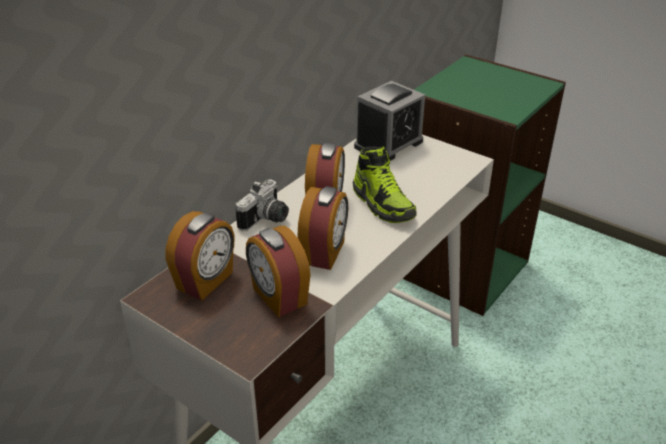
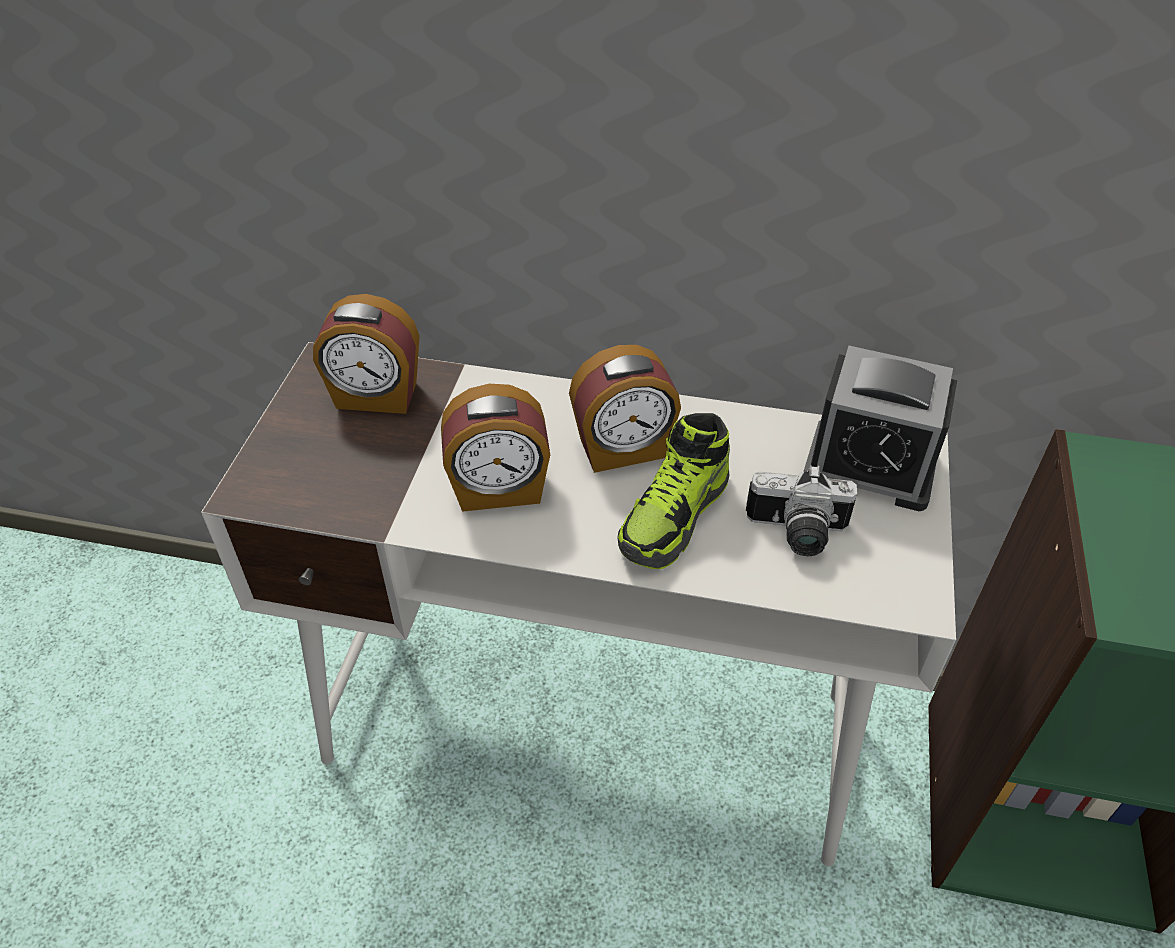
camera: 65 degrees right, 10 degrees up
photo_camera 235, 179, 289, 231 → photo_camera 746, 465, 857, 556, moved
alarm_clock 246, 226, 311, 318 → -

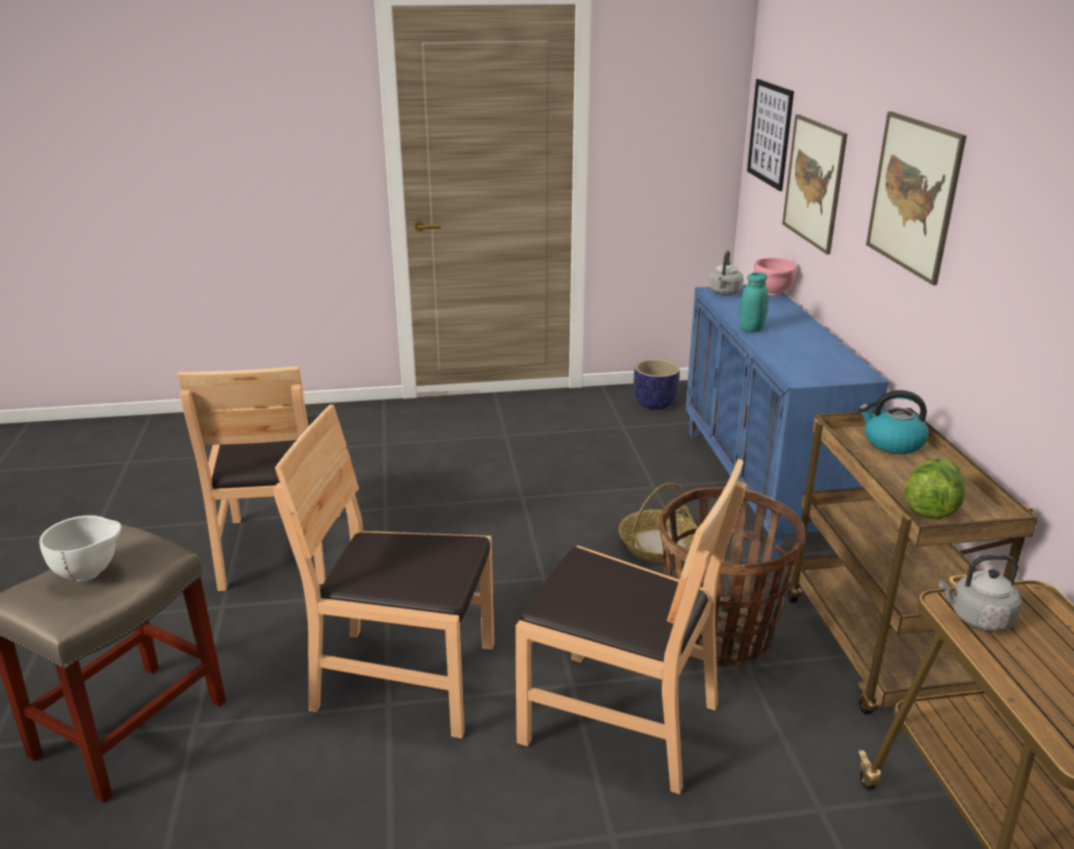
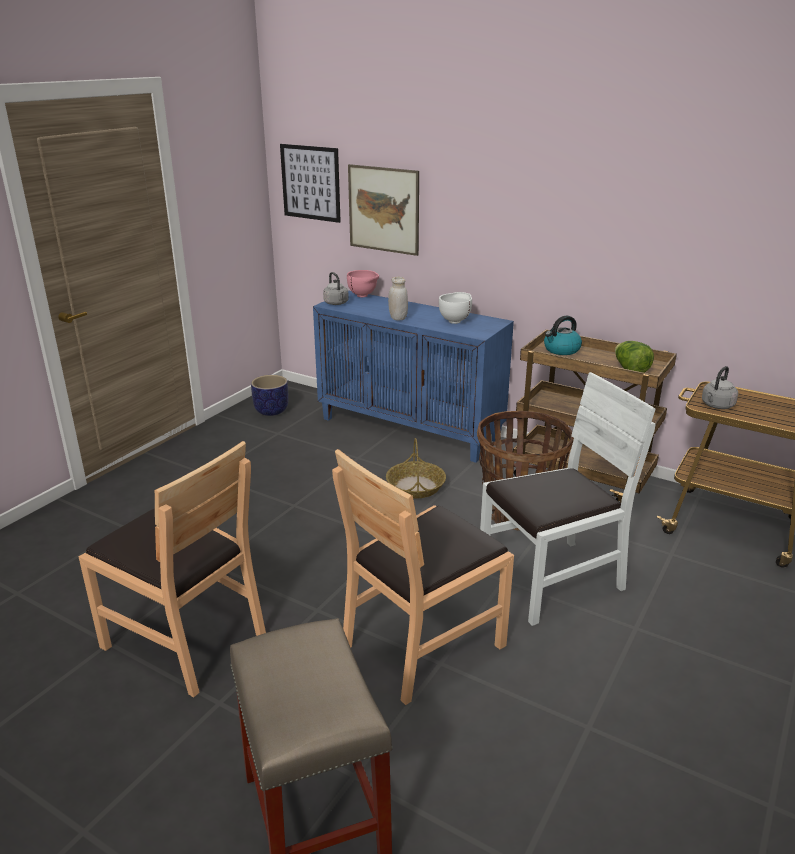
camera: 50 degrees left, 0 degrees up
picture 866, 112, 966, 285 → -
turquoise_jar 739, 272, 769, 332 → white_jar 388, 277, 408, 320
brown_chair 515, 459, 746, 795 → white_chair 480, 372, 656, 626
white_bowl 39, 515, 121, 581 → white_bowl 439, 292, 472, 324, moved

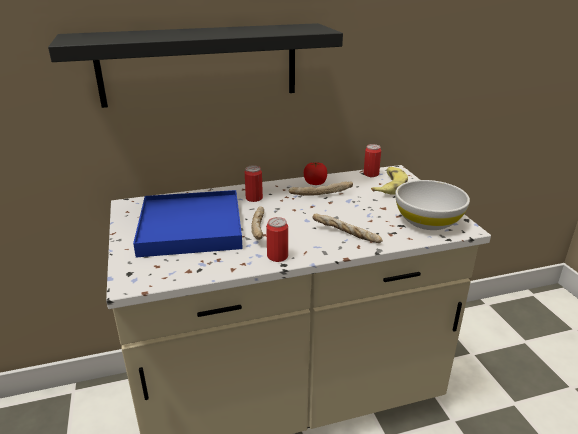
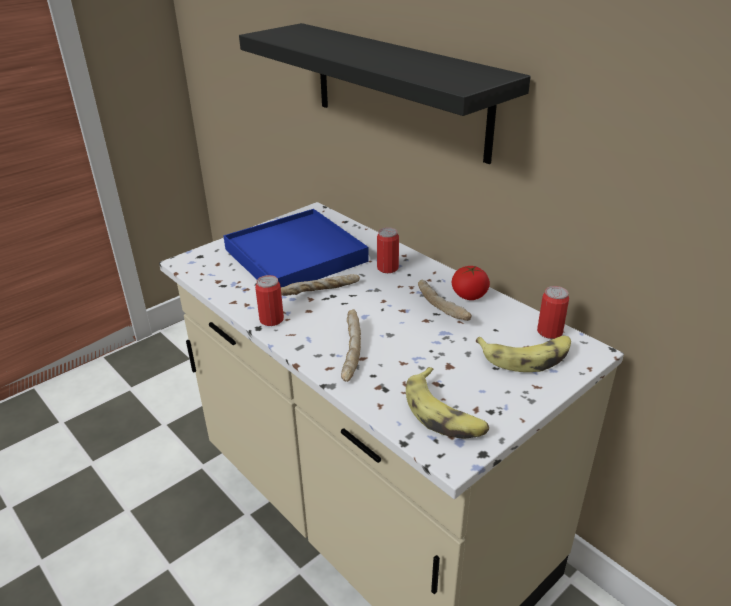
camera: 65 degrees right, 5 degrees up
white_bowl 395, 180, 470, 230 → banana 406, 367, 489, 439

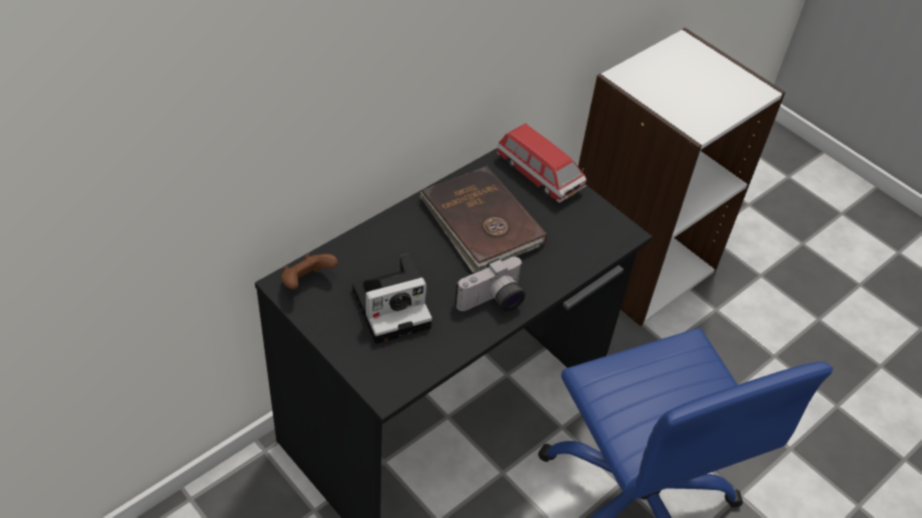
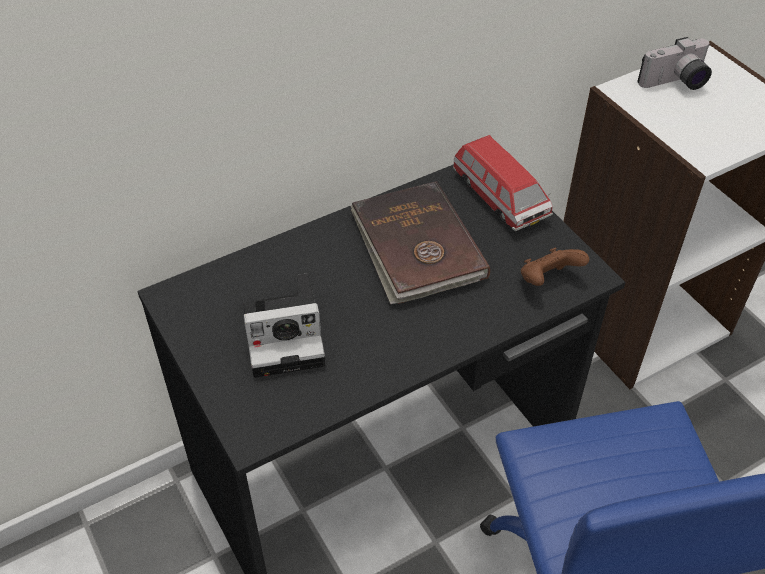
camera: 15 degrees right, 0 degrees up
brown_game_controller 281, 254, 338, 289 → brown_game_controller 521, 248, 589, 286, moved
photo_camera 455, 257, 526, 311 → photo_camera 637, 37, 712, 90, moved

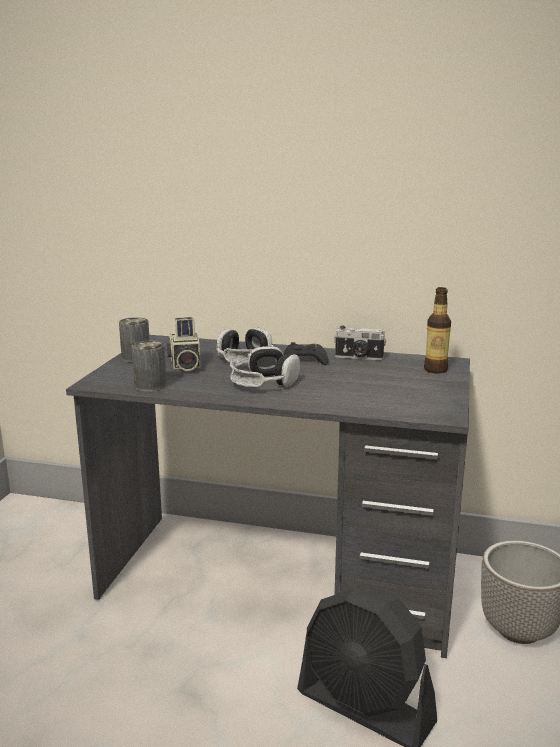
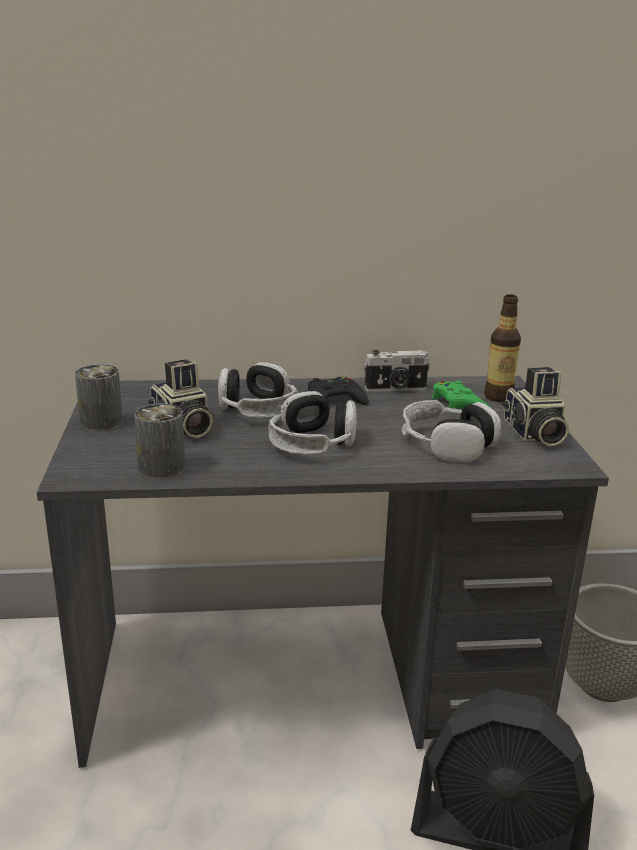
camera: 20 degrees left, 5 degrees up
- → photo_camera 502, 367, 569, 446
- → green_game_controller 432, 380, 491, 409
- → headphones 402, 400, 501, 462

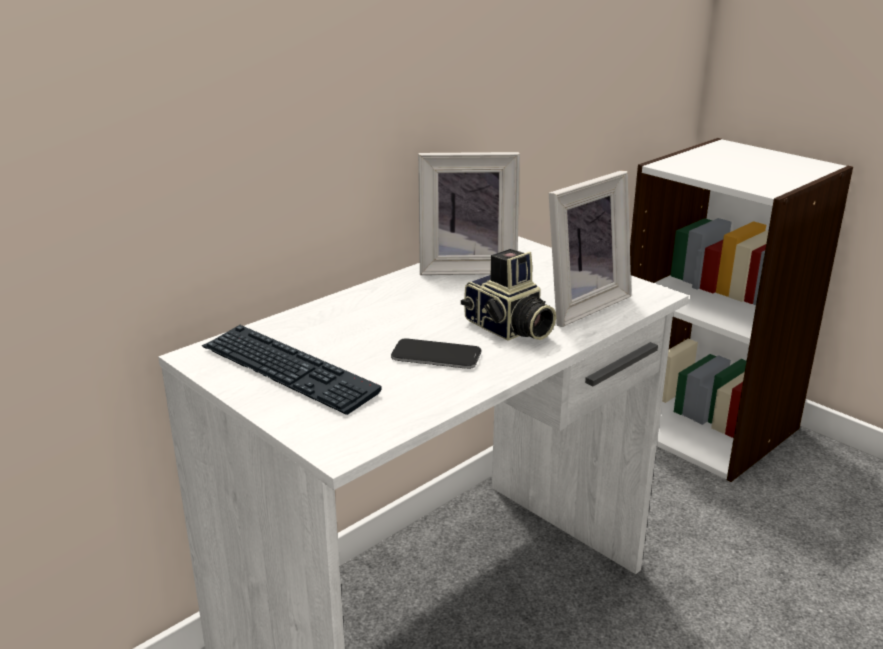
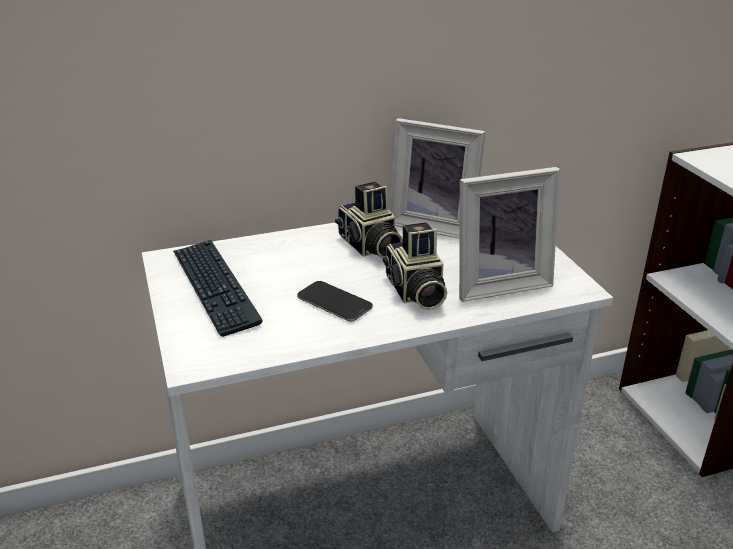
camera: 25 degrees right, 5 degrees up
- → photo_camera 335, 182, 403, 258

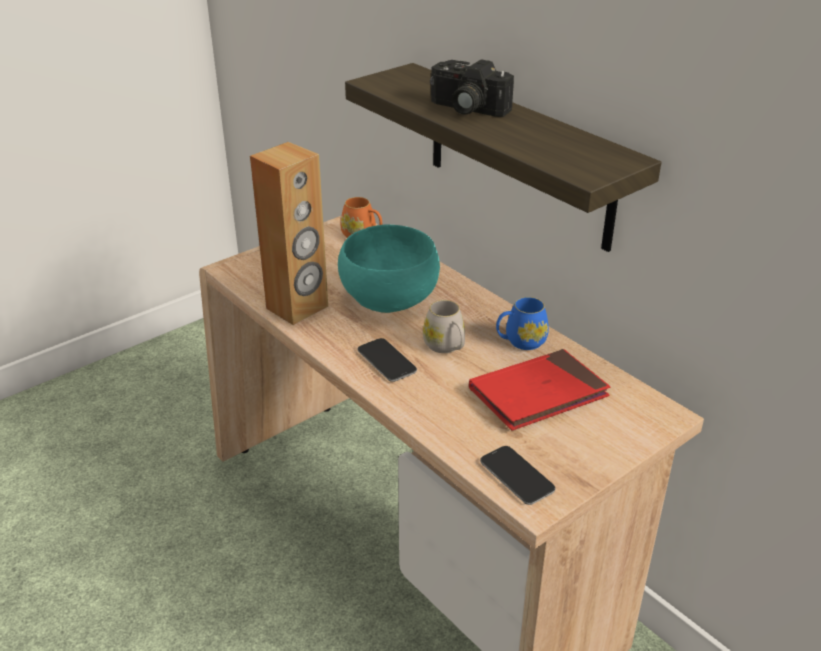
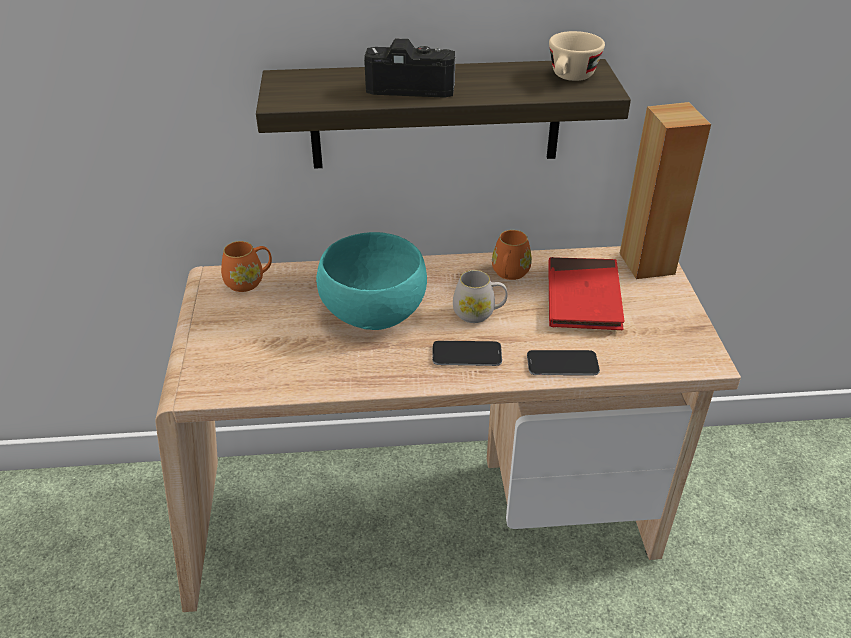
camera: 55 degrees left, 5 degrees up
photo_camera 430, 59, 514, 117 → photo_camera 364, 38, 455, 98, 150 degrees counterclockwise
brown_speaker 250, 142, 328, 325 → brown_speaker 620, 102, 711, 279, moved
blue_mug 496, 297, 549, 350 → orange_mug 492, 230, 532, 280
phone 480, 446, 556, 505 → phone 527, 350, 600, 375, moved
- → beige_cup 549, 31, 605, 81

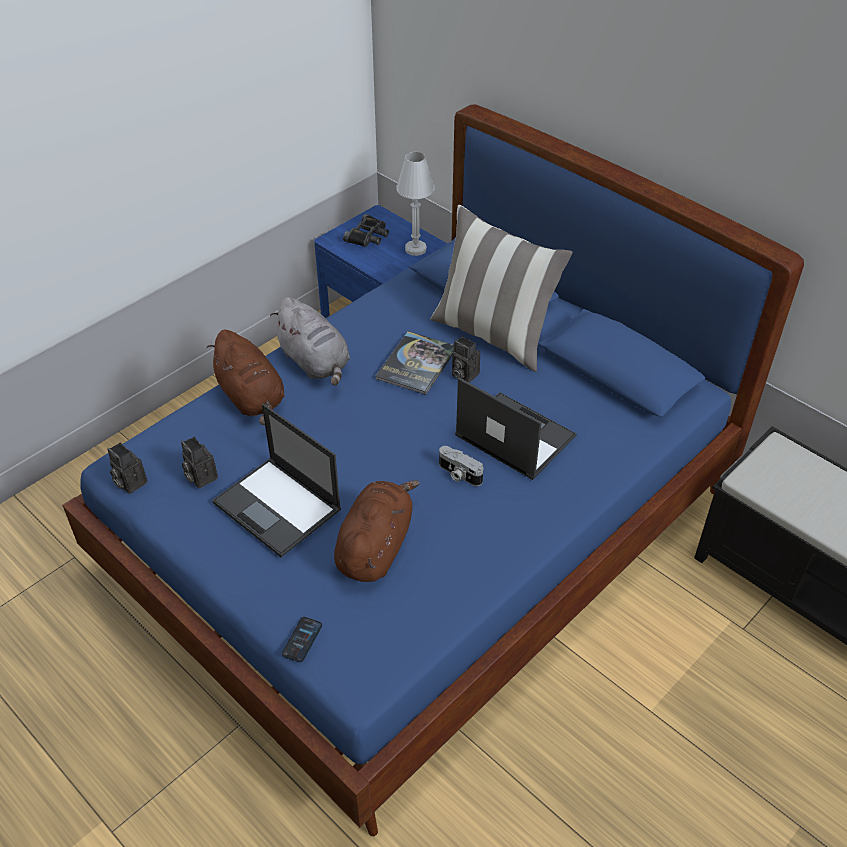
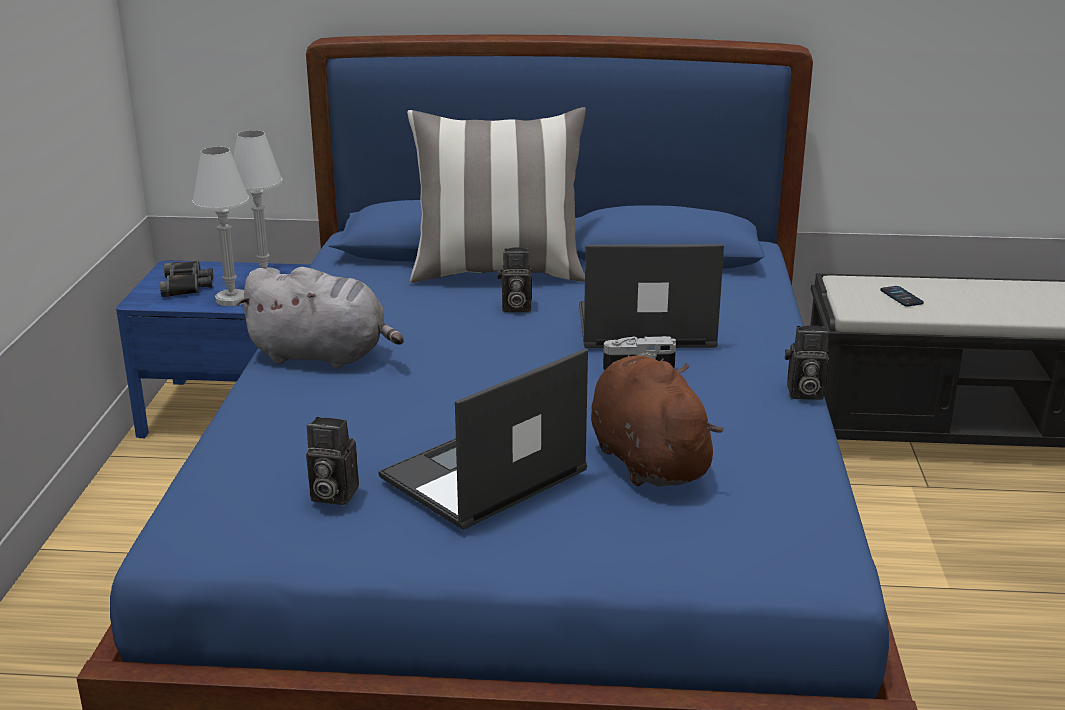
camera: 40 degrees left, 20 degrees down
brown_plush_toy 206, 330, 284, 425 → -
book 376, 331, 454, 395 → -
laptop 212, 404, 341, 557 → laptop 378, 348, 588, 530, 135 degrees clockwise
photo_camera 108, 443, 147, 494 → photo_camera 785, 325, 829, 400, moved
phone 282, 617, 322, 662 → phone 880, 286, 924, 307, moved
- → white_table_lamp 192, 147, 249, 306

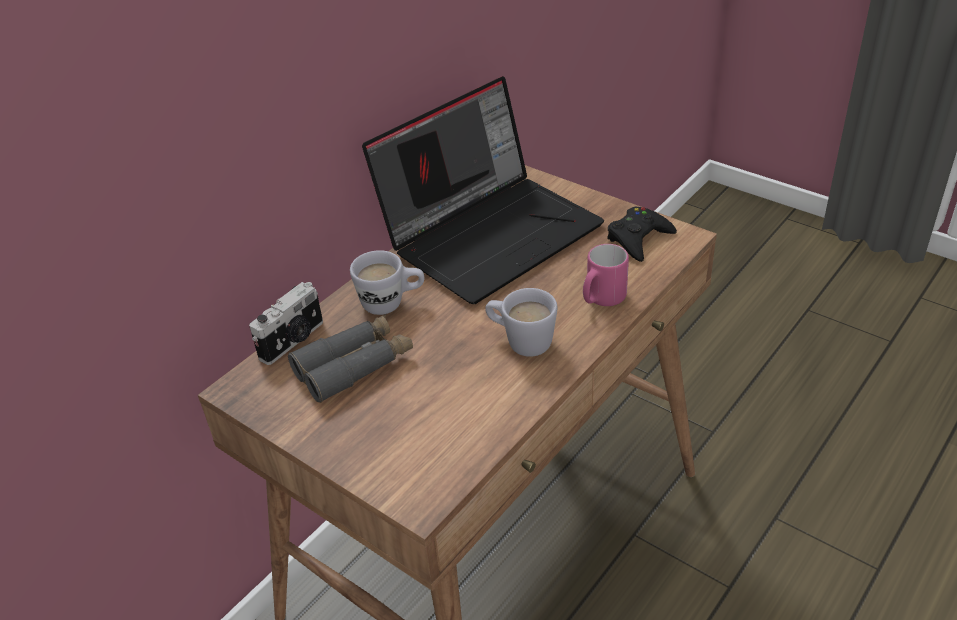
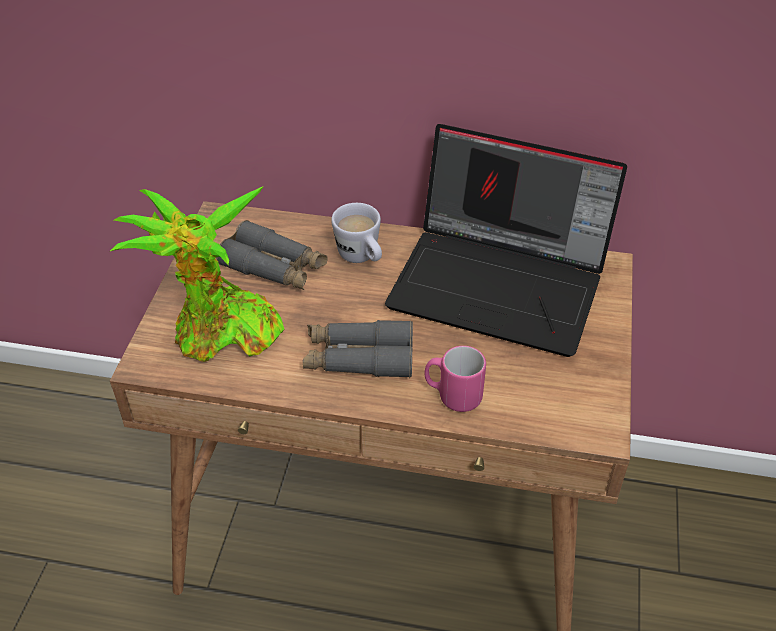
camera: 60 degrees right, 5 degrees up
black_game_controller 607, 207, 677, 262 → -
photo_camera 249, 282, 323, 365 → -
white_mug 485, 288, 557, 357 → grey_binoculars 303, 320, 413, 378
- → potted_plant 110, 186, 284, 362

